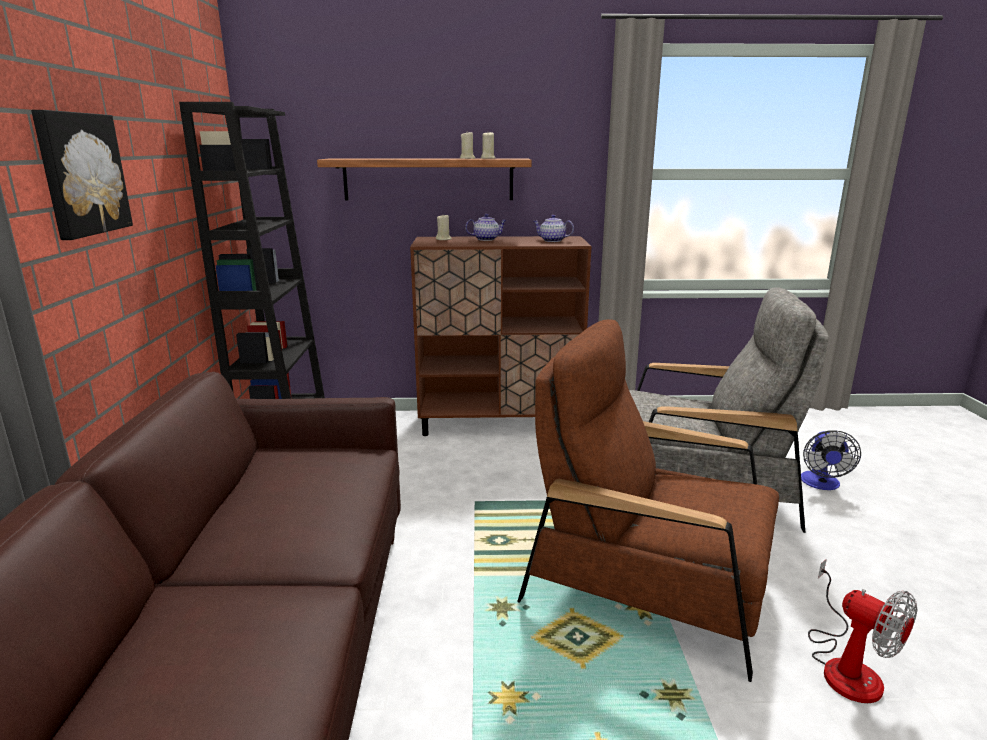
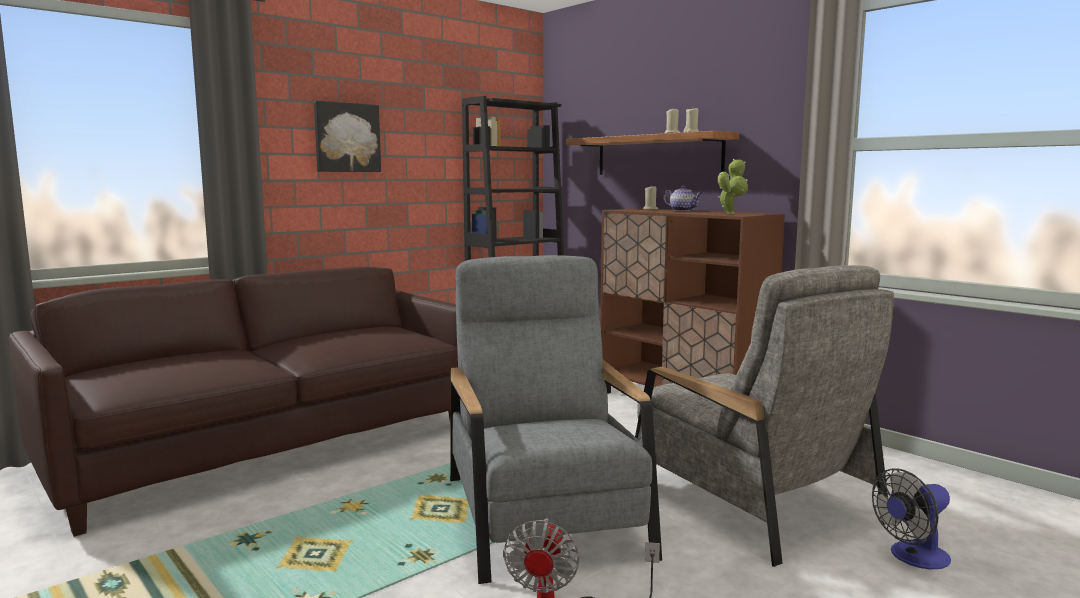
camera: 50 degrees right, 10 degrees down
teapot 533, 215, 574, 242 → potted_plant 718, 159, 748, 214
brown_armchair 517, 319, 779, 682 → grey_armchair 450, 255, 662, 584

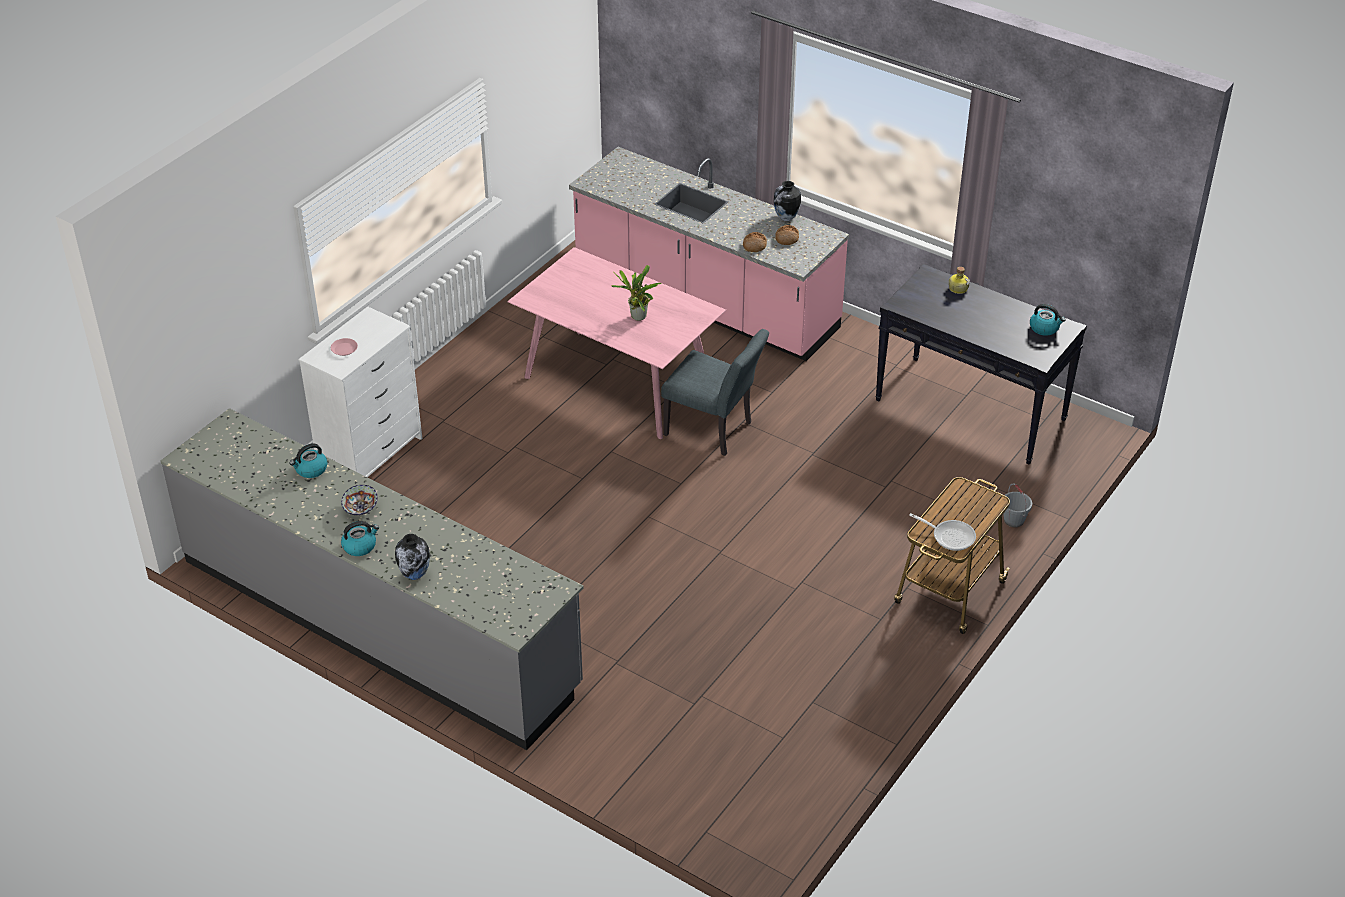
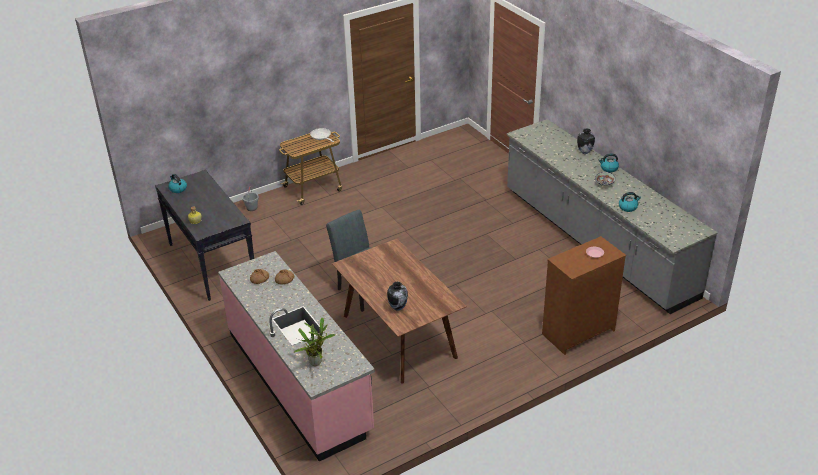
camera: 155 degrees left, 5 degrees down
vase 774, 181, 801, 221 → vase 387, 282, 408, 311, moved
pink_dining_table 508, 247, 726, 439 → brown_dining_table 332, 239, 467, 384
potted_plant 612, 265, 662, 321 → potted_plant 294, 318, 335, 366, moved
white_dresser 298, 307, 422, 477 → brown_dresser 542, 236, 626, 355

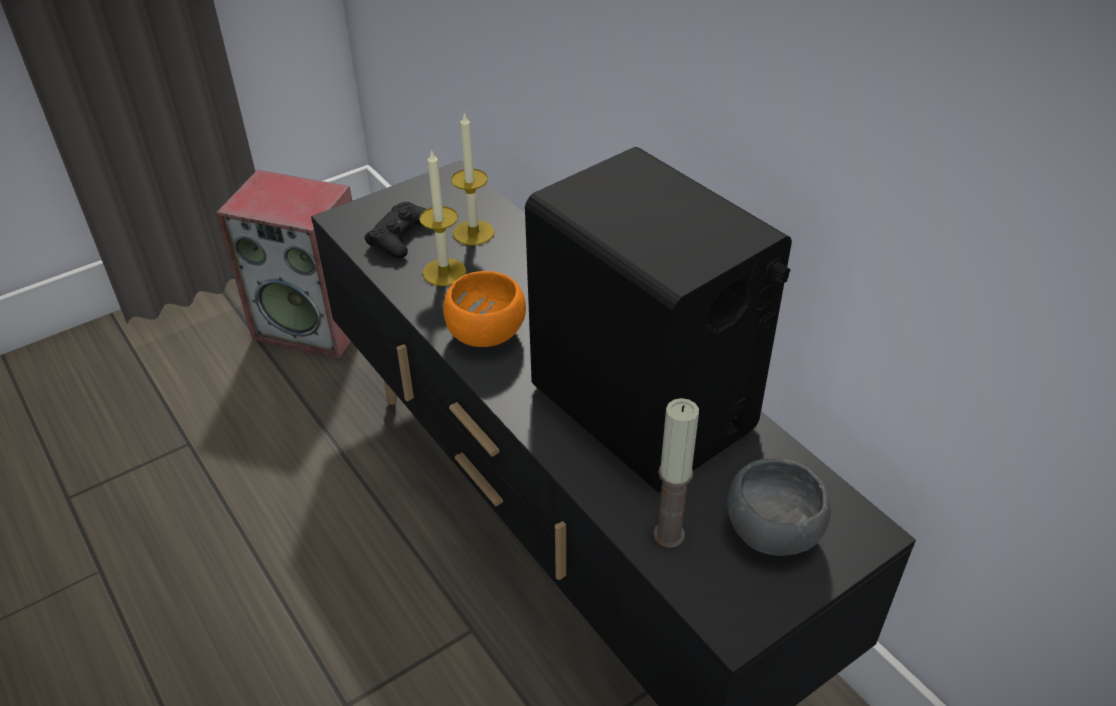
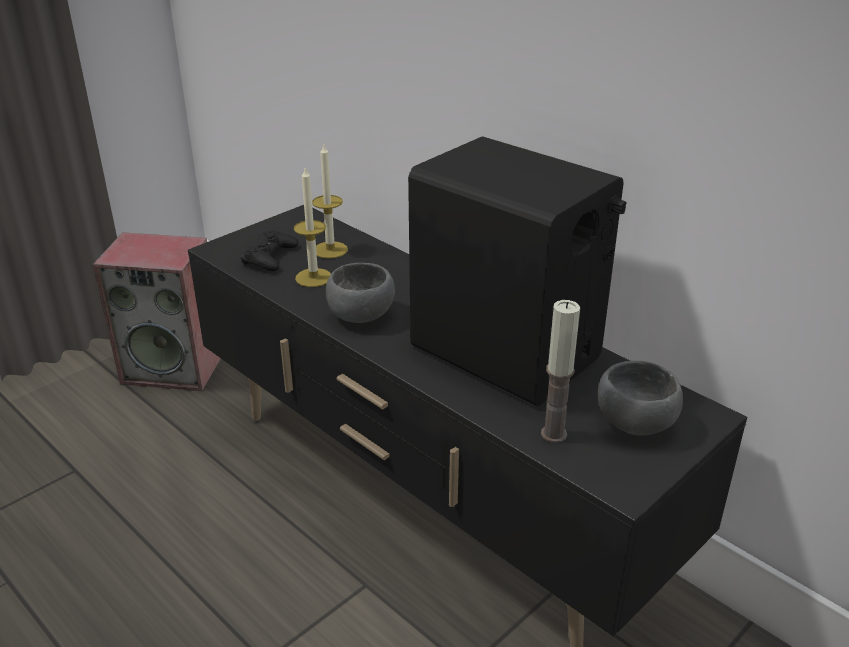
camera: 10 degrees left, 10 degrees down
orange_bowl 443, 271, 526, 347 → grey_bowl 326, 263, 395, 323

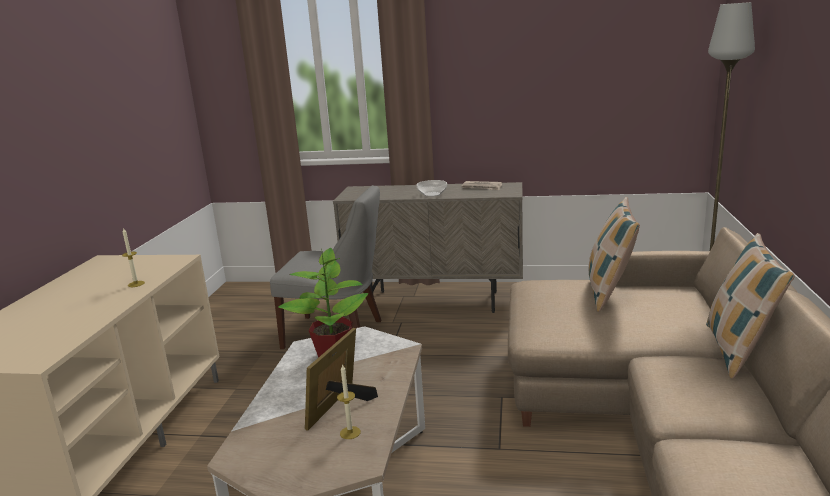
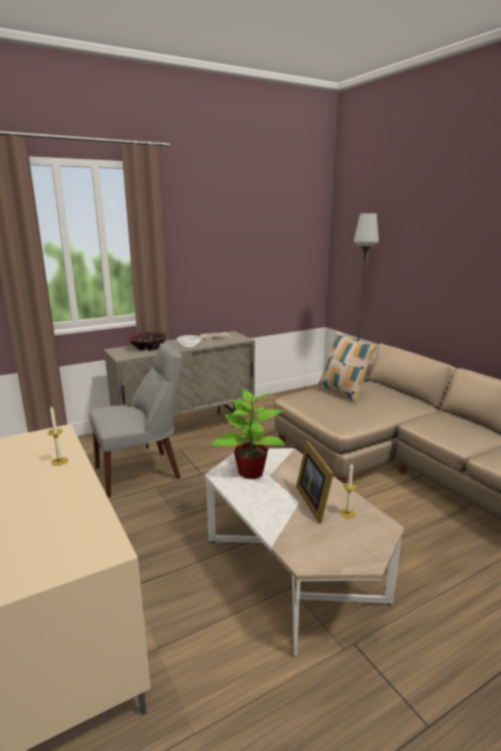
camera: 40 degrees left, 0 degrees up
pillow 706, 233, 795, 379 → -
- → bowl 129, 332, 166, 351

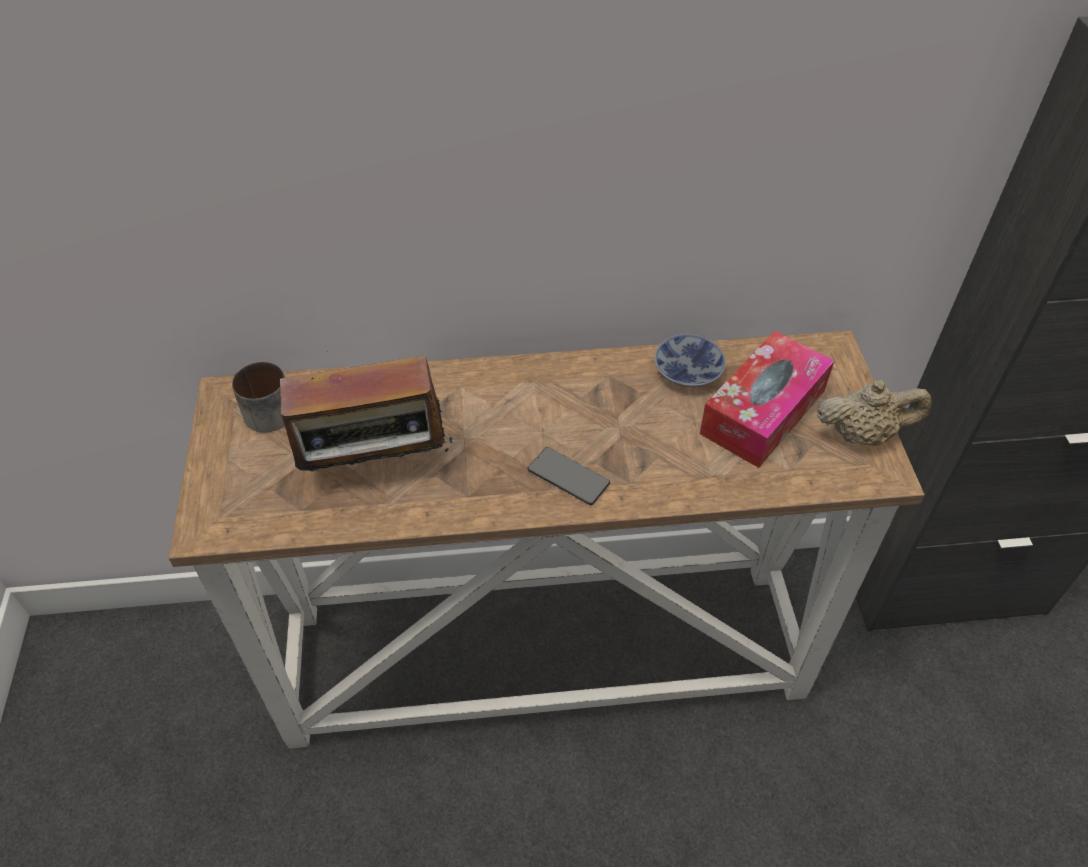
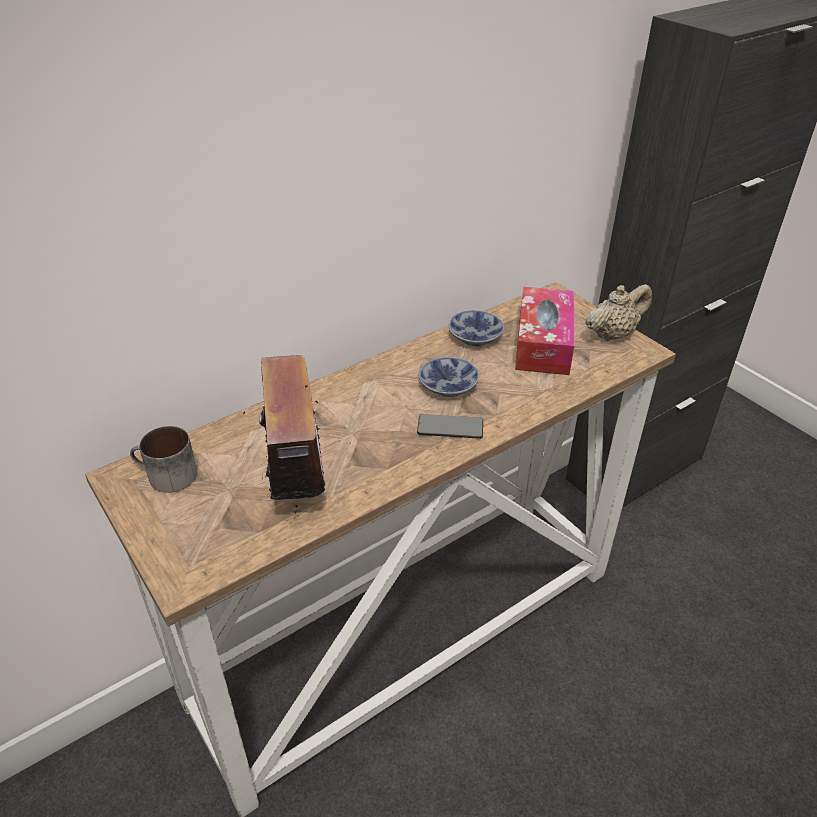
camera: 30 degrees left, 10 degrees down
radio 280, 351, 452, 485 → radio 243, 355, 351, 516, 60 degrees counterclockwise
- → bowl 419, 357, 479, 397

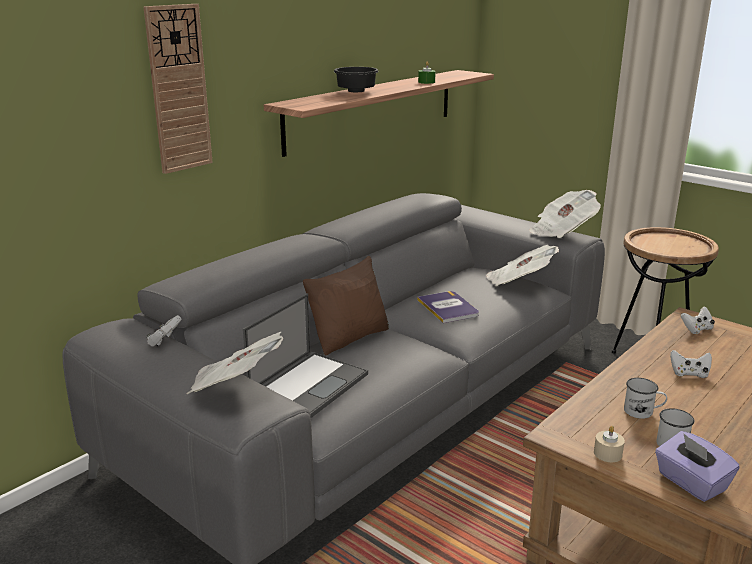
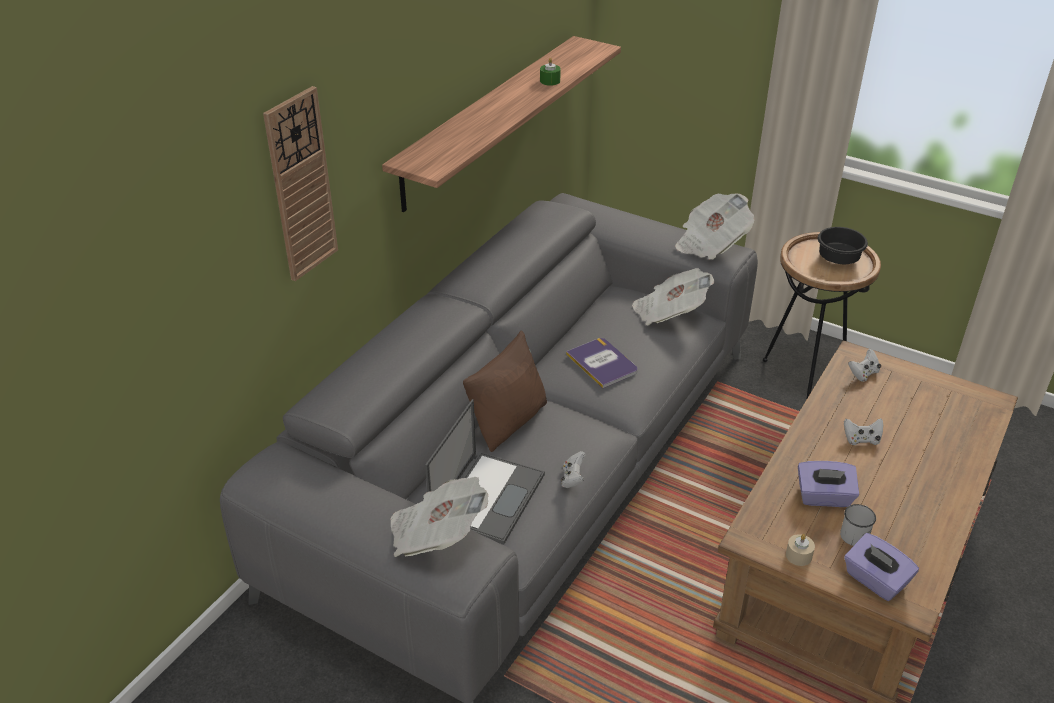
camera: 10 degrees left, 15 degrees up
black_bowl 334, 67, 379, 93 → black_bowl 818, 227, 868, 264, moved
white_game_controller 146, 315, 182, 346 → white_game_controller 561, 451, 585, 488, moved
white_mug 624, 378, 667, 419 → purple_tissue_box 798, 461, 859, 507

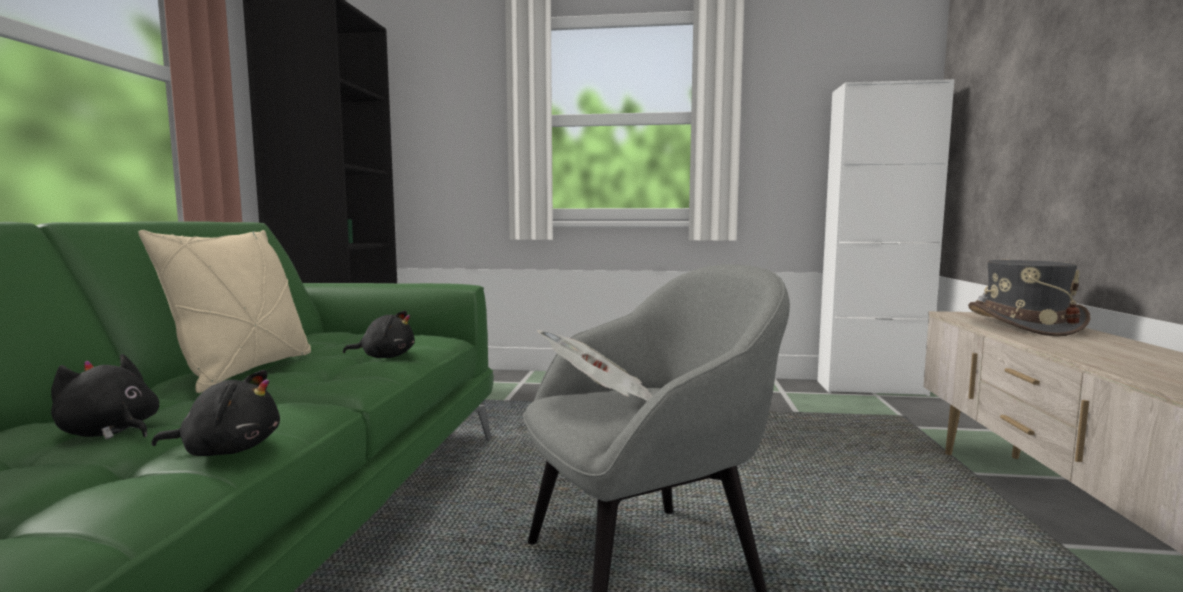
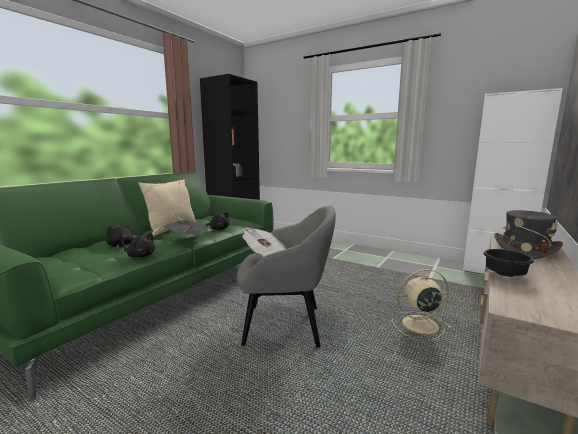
camera: 25 degrees right, 5 degrees up
- → newspaper 164, 220, 208, 234
- → black_bowl 483, 249, 534, 277
- → beige_fan 392, 269, 451, 340

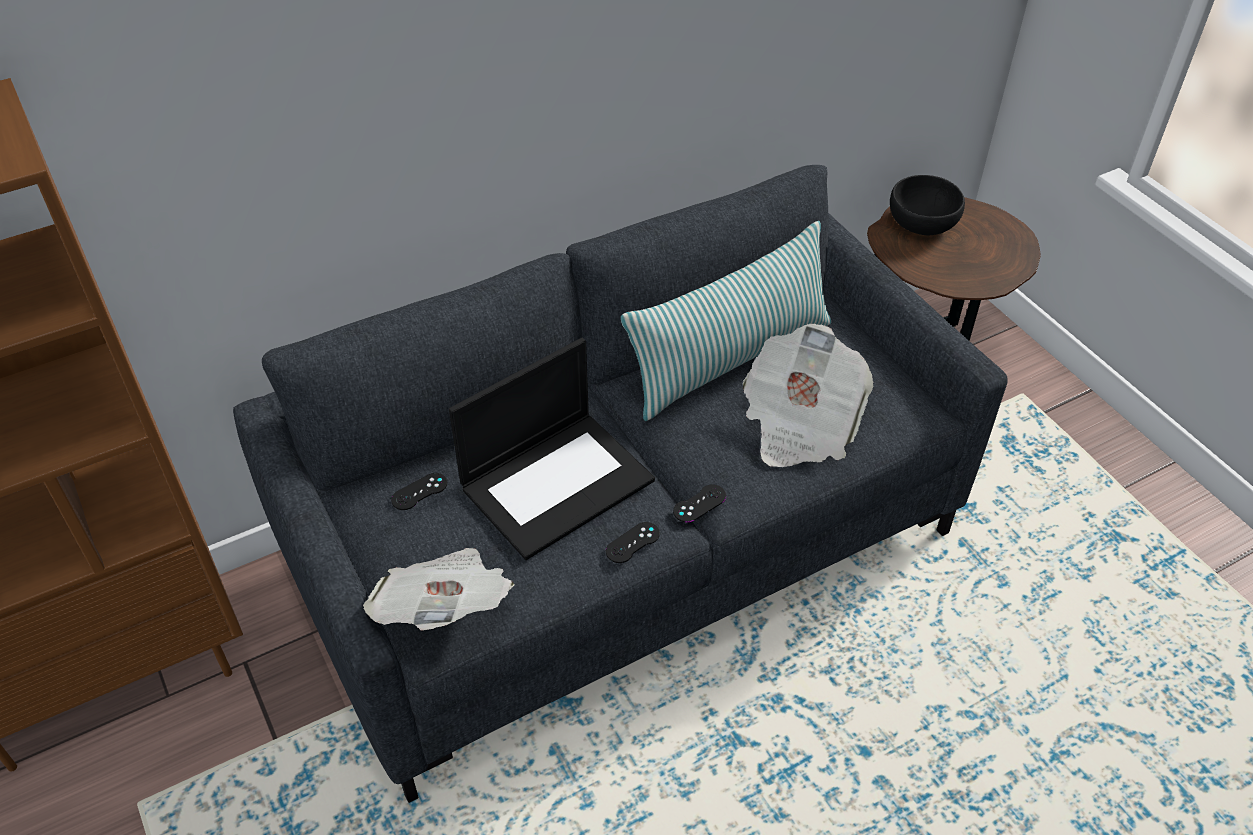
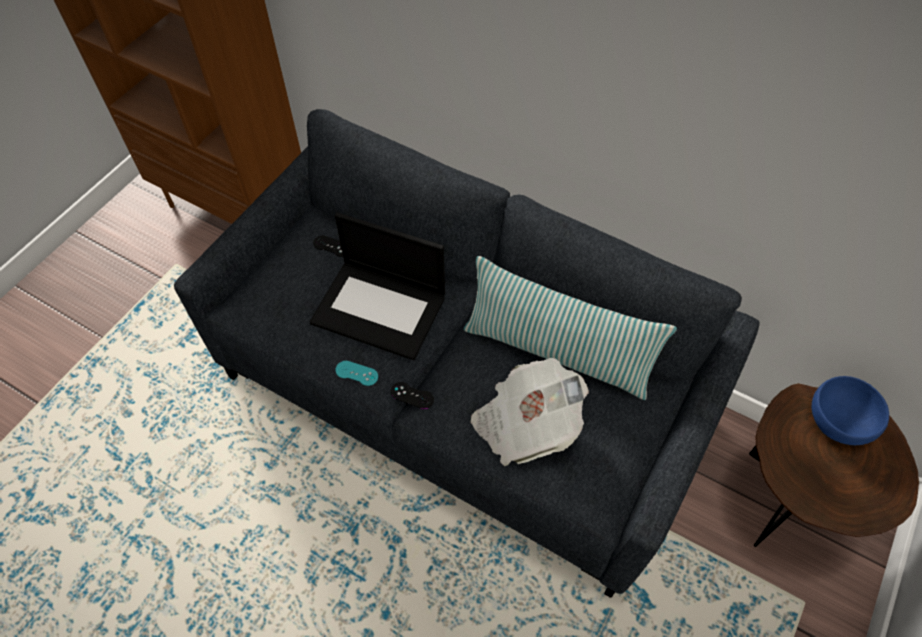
camera: 60 degrees right, 10 degrees up
black_bowl 890, 175, 965, 235 → blue_bowl 812, 376, 889, 445
black_game_controller 606, 522, 660, 563 → turquoise_game_controller 335, 361, 378, 386
newspaper 363, 548, 515, 631 → -

